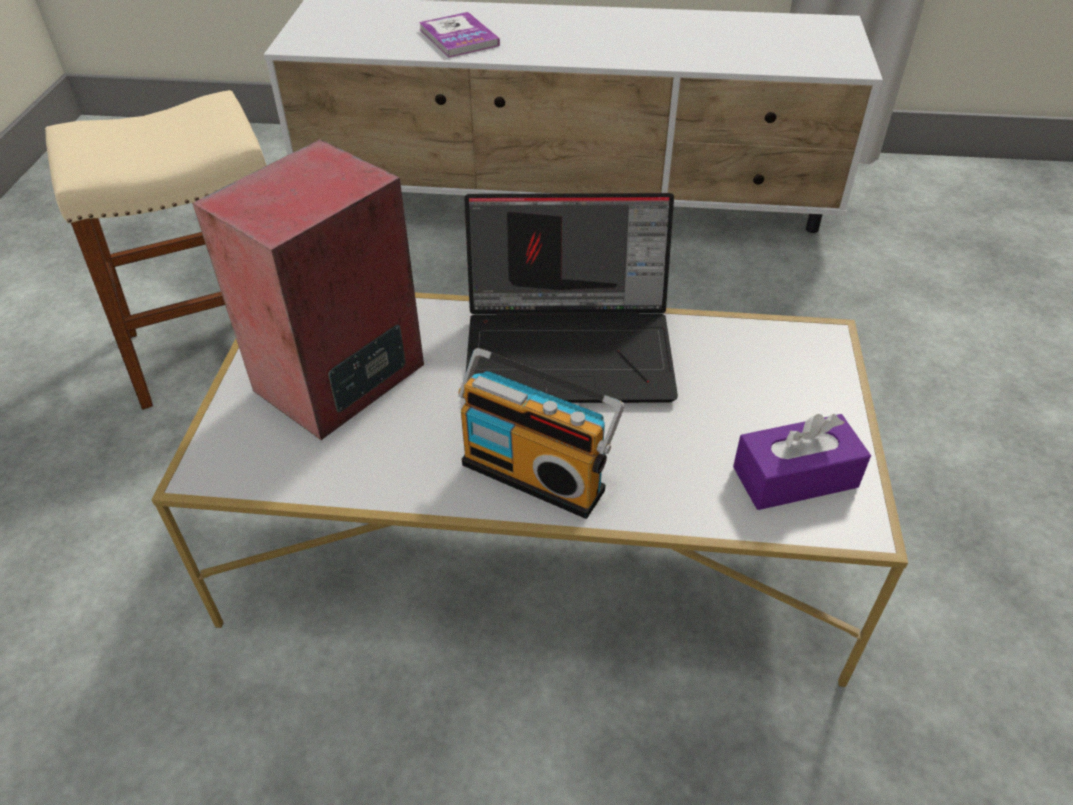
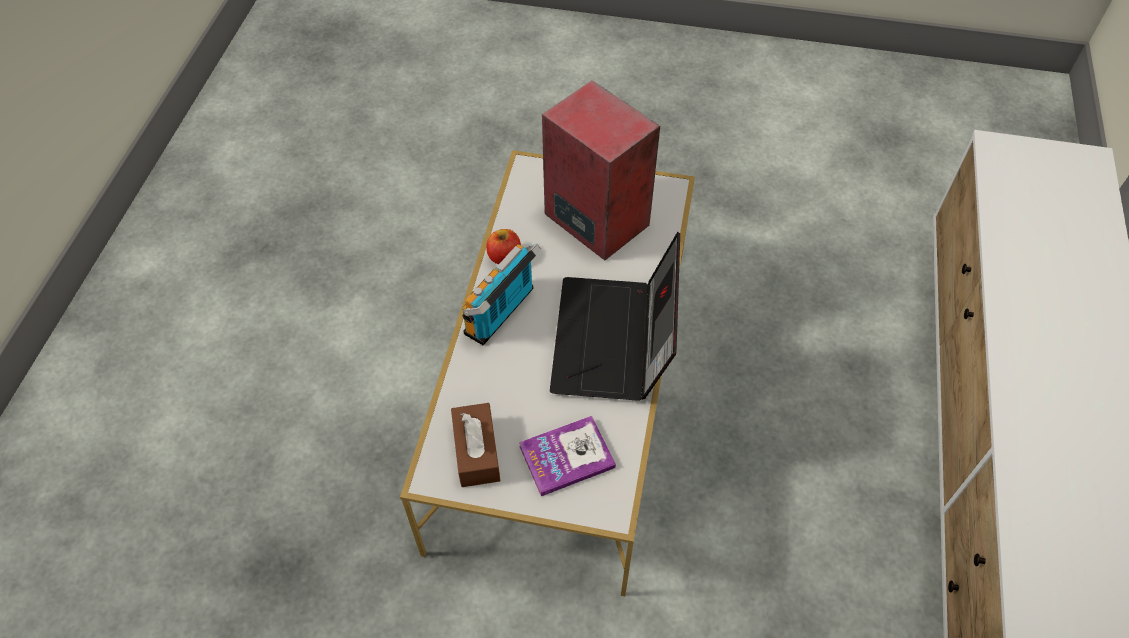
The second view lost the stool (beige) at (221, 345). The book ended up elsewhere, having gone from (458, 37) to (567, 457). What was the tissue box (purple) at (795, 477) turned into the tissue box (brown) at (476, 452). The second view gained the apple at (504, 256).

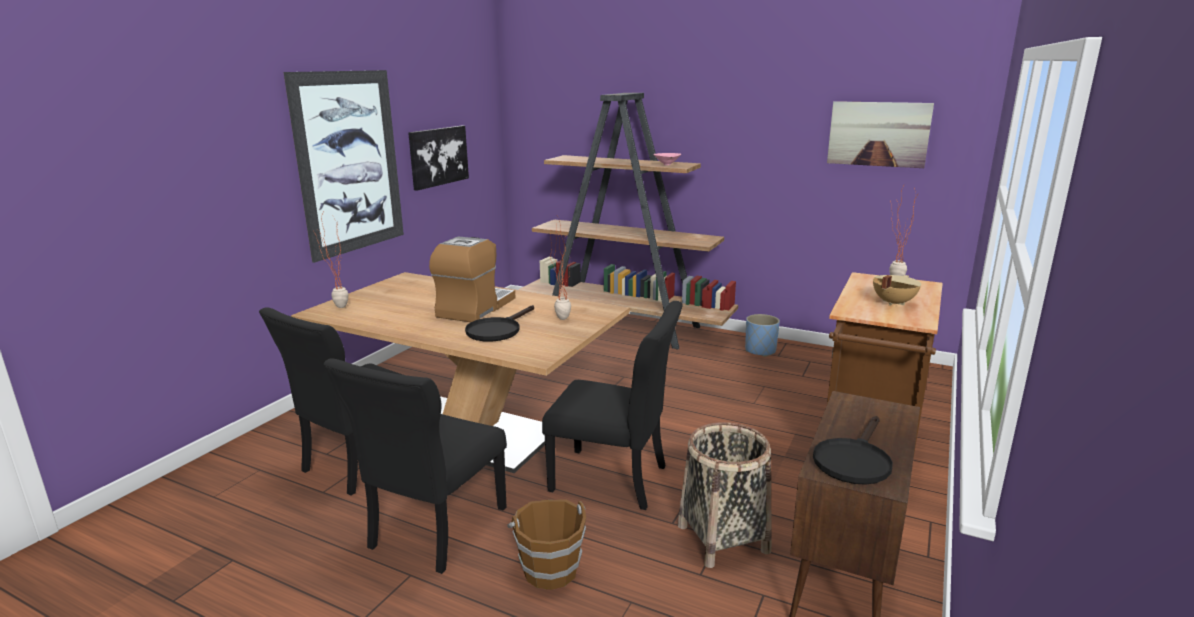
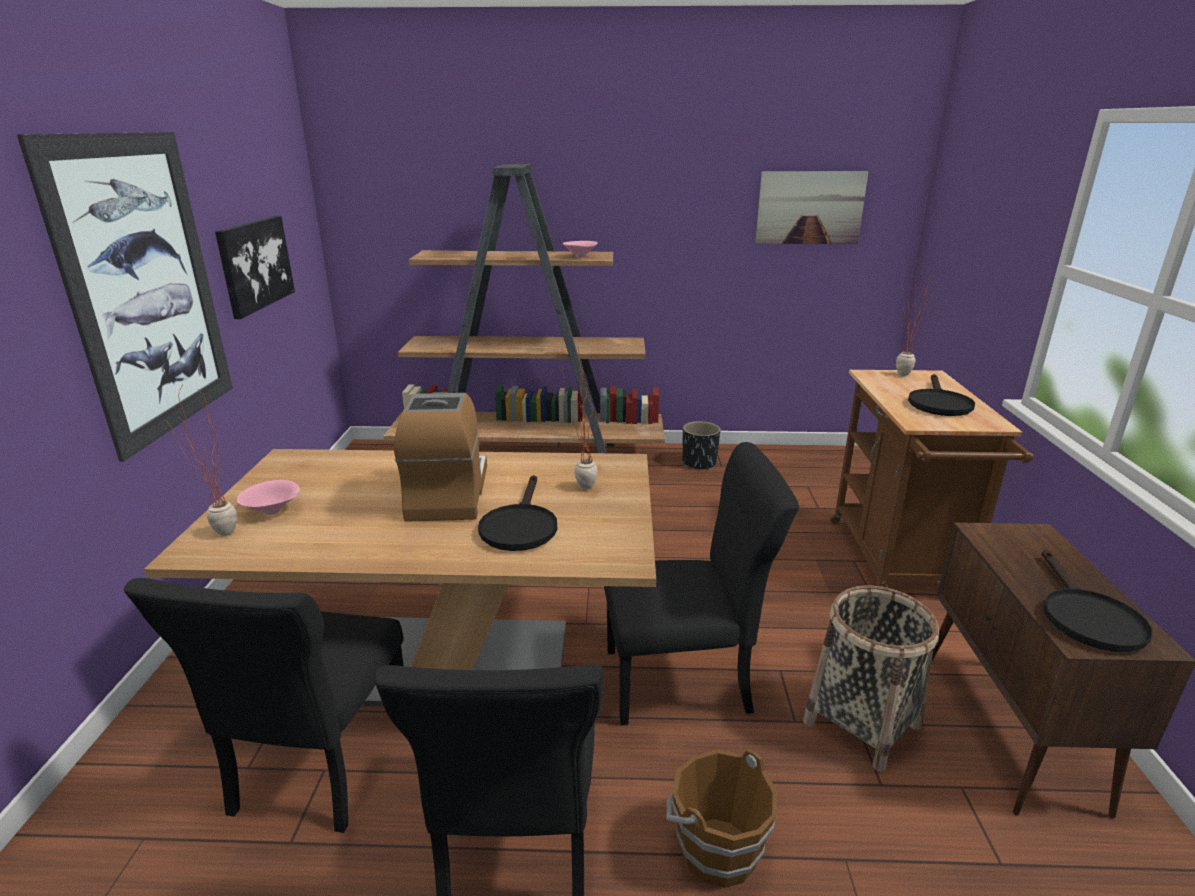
What was the planter (blue) at (760, 351) turned into the planter (black) at (699, 463). Where the cooking pot (beige) stood at (892, 302), the frying pan (black) came to stand at (938, 403). The second view gained the bowl (pink) at (273, 511).

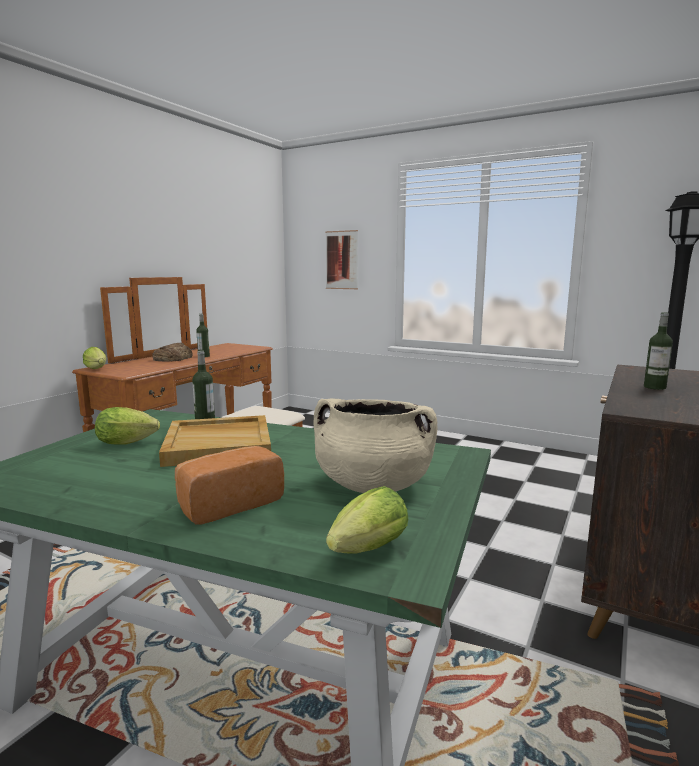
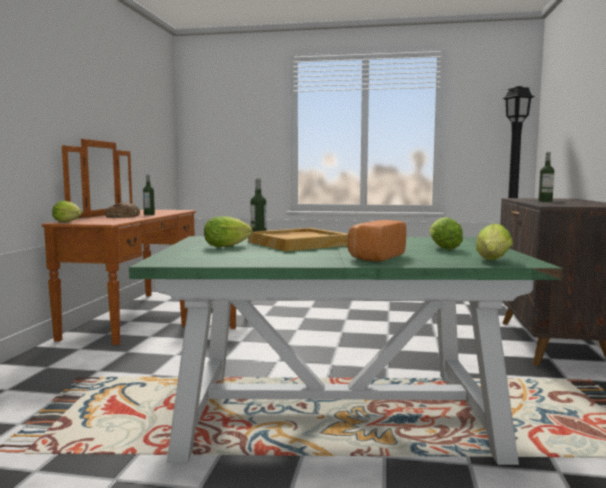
Where the cooking pot (beige) stood at (372, 485), the lettuce came to stand at (442, 248). The second view lost the picture at (341, 260).

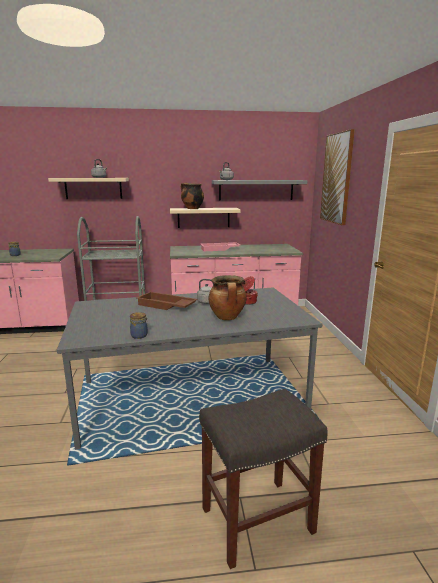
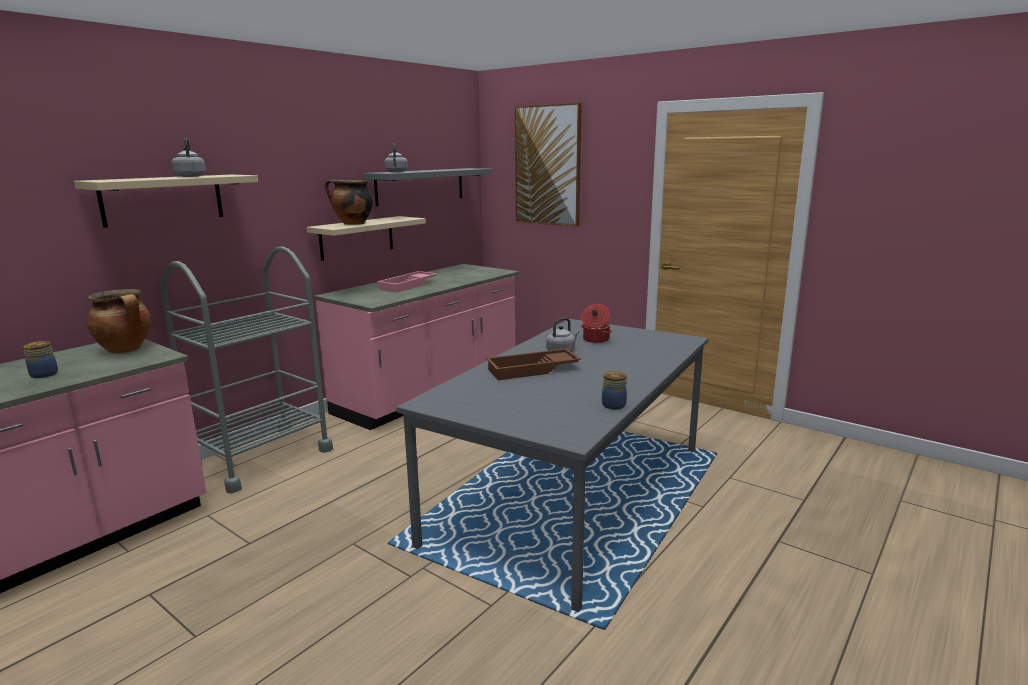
The second view lost the stool (grey) at (256, 521). The cooking pot ended up elsewhere, having gone from (227, 317) to (126, 350).

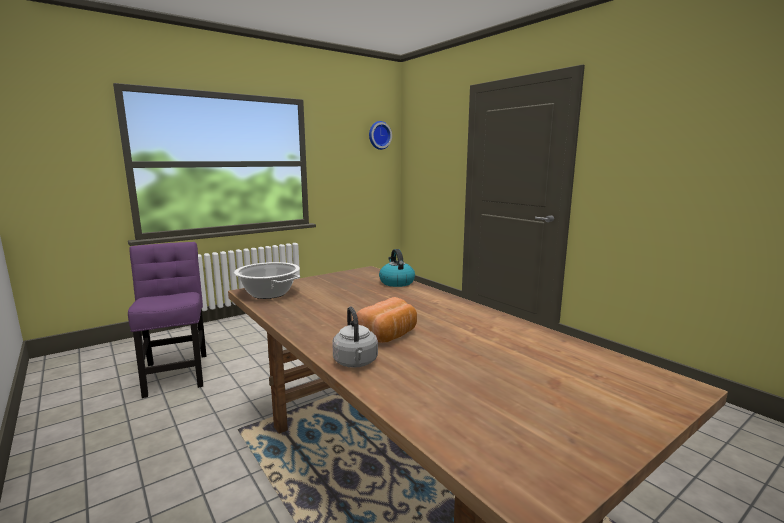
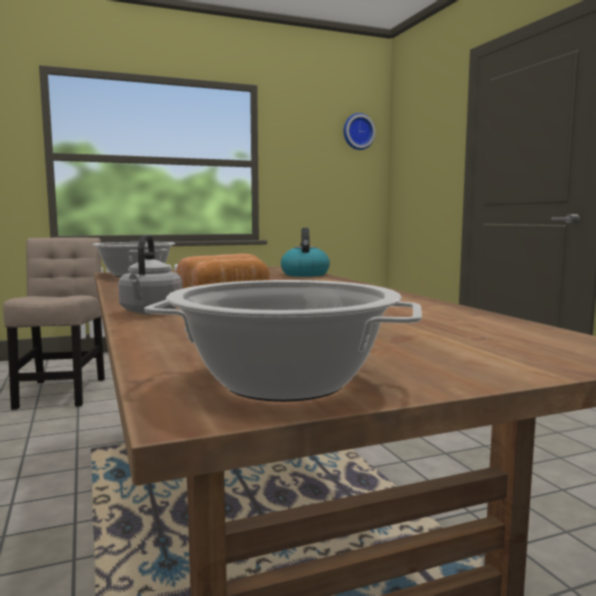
What was the chair (purple) at (176, 372) turned into the chair (beige) at (62, 391). The second view gained the cooking pot at (283, 382).

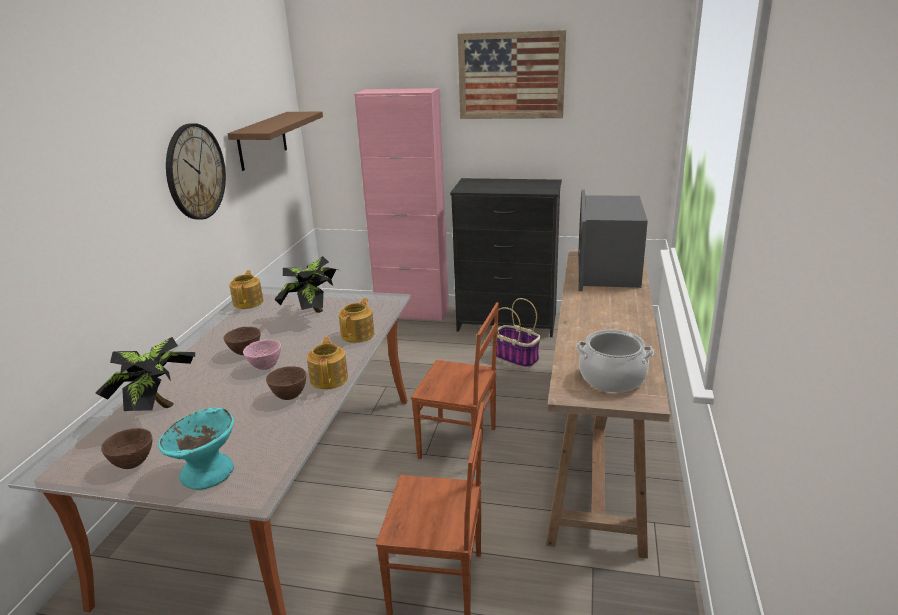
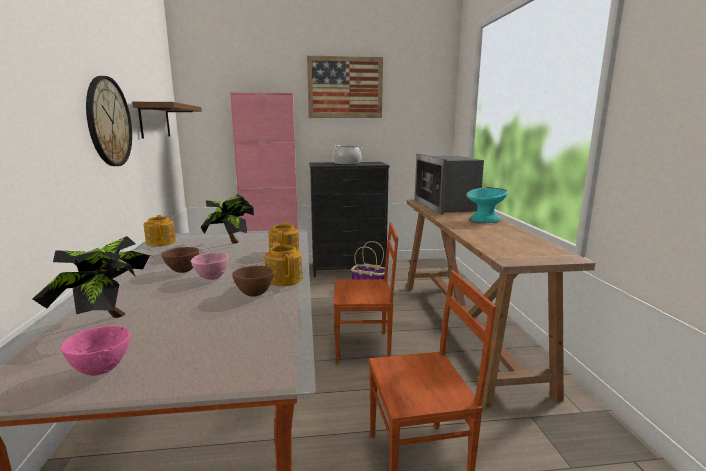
What was the bowl (brown) at (133, 463) turned into the bowl (pink) at (101, 369). The bowl (turquoise) ended up elsewhere, having gone from (207, 472) to (485, 220). The cooking pot ended up elsewhere, having gone from (612, 378) to (347, 163).

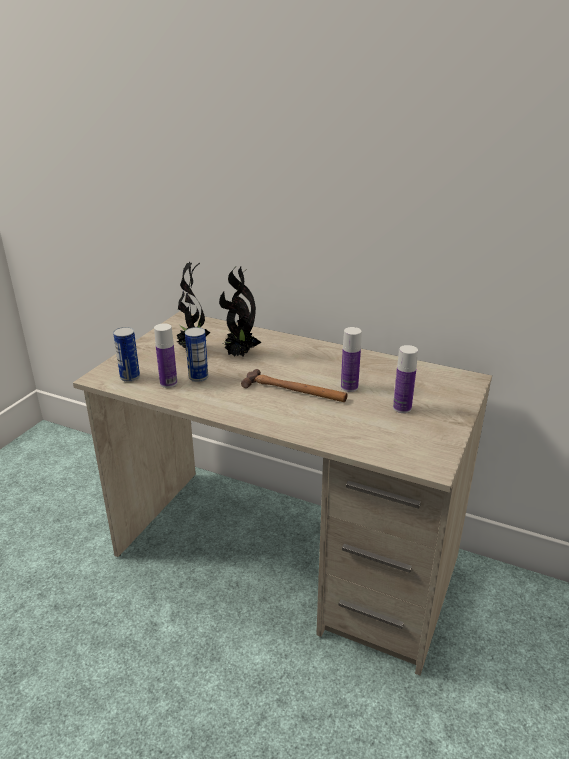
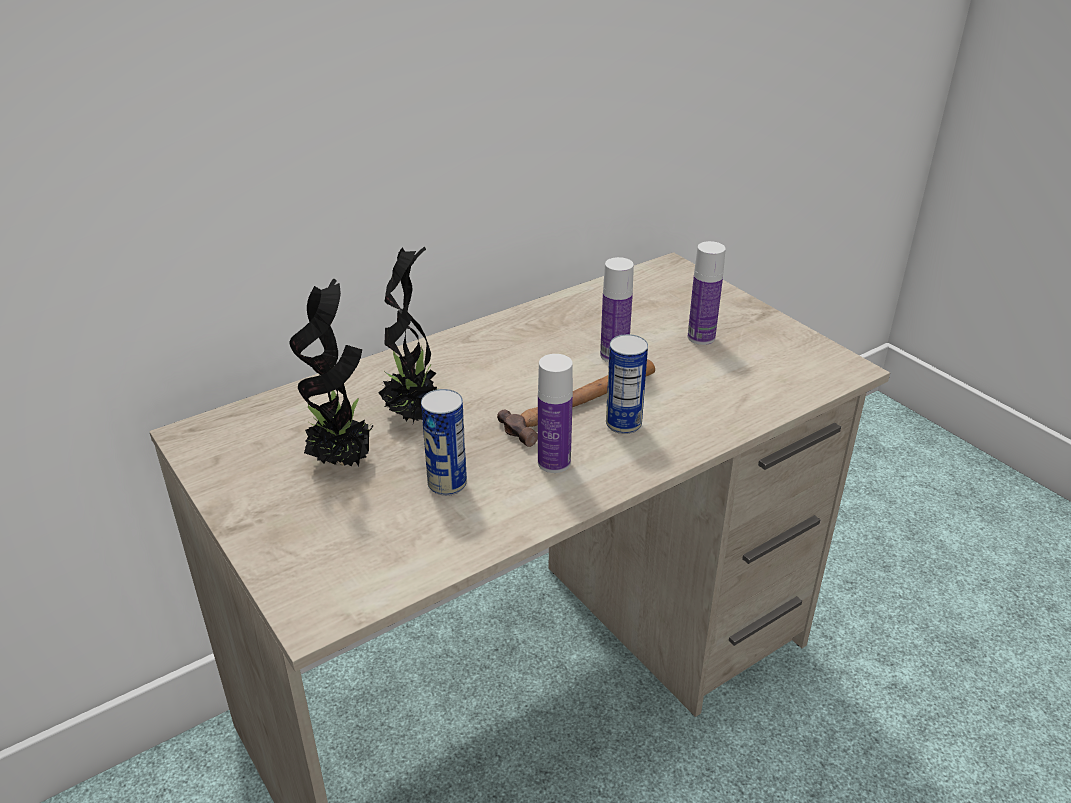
The can ended up elsewhere, having gone from (130, 377) to (623, 424). The bottle ended up elsewhere, having gone from (168, 383) to (554, 462).

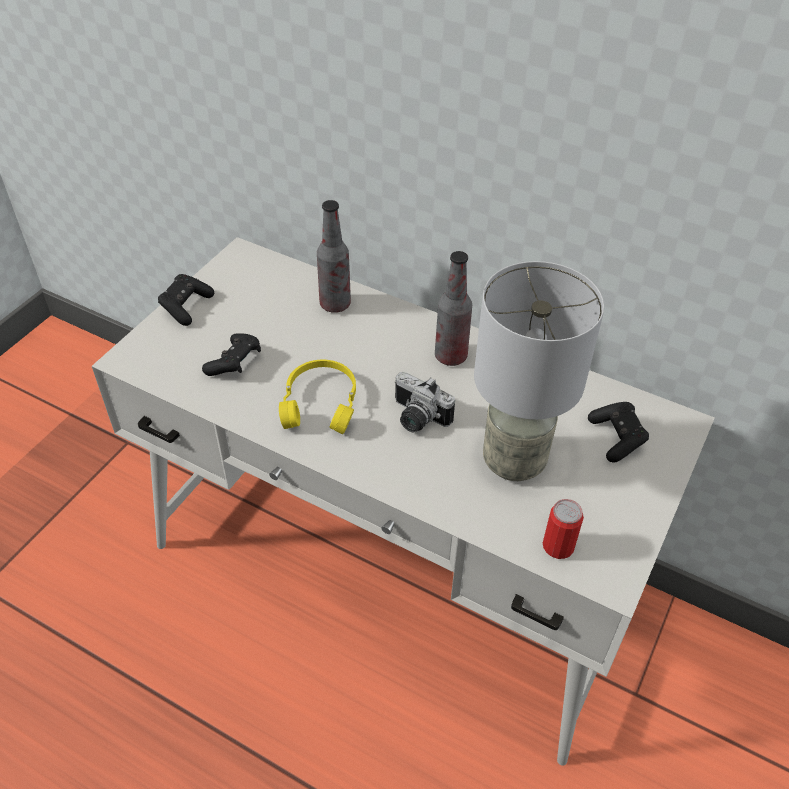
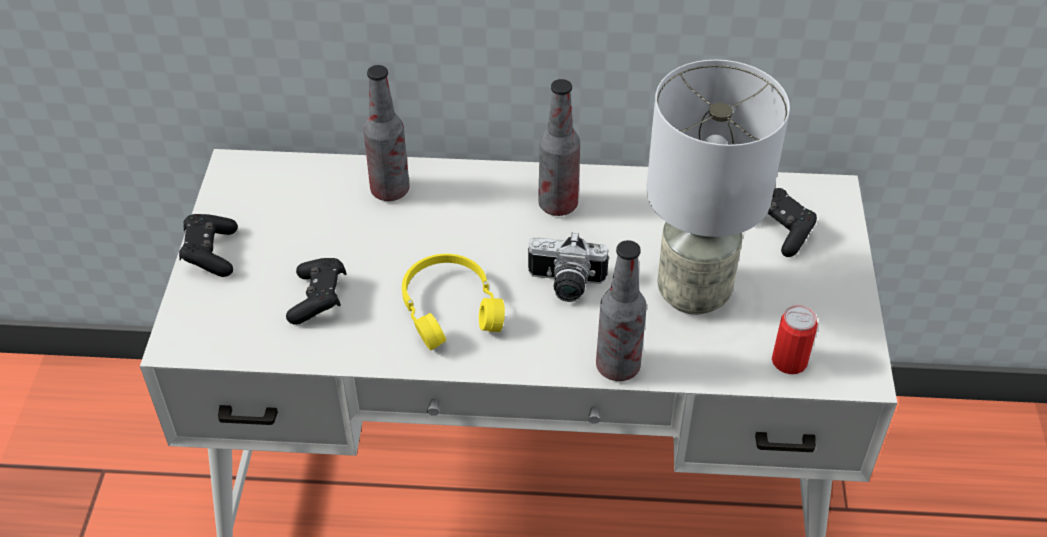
The second view gained the bottle at (618, 366).

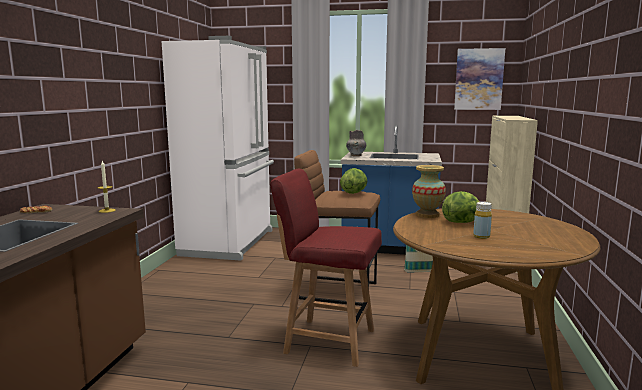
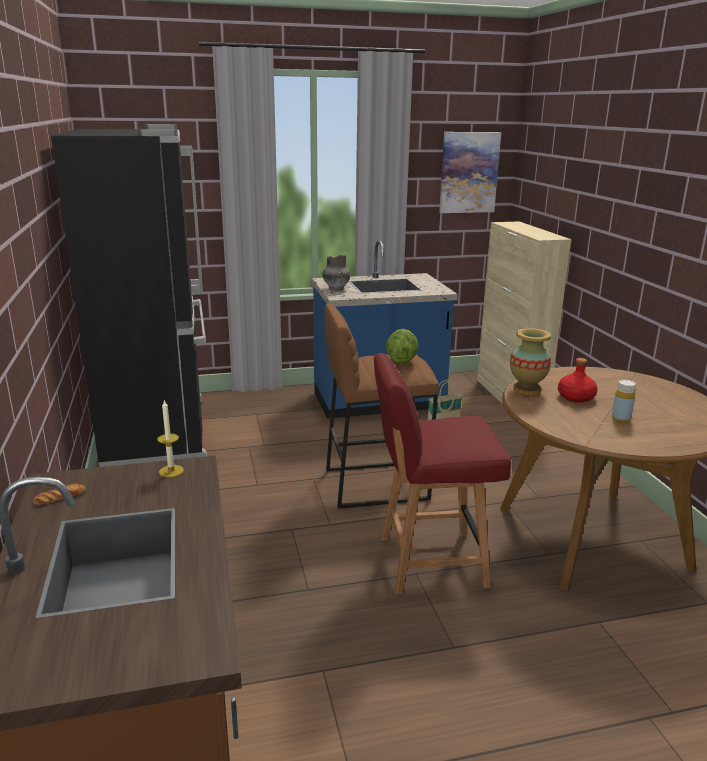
What was the fridge (white) at (230, 242) turned into the fridge (black) at (159, 432). Where the lettuce stood at (462, 222), the bottle (red) came to stand at (575, 397).

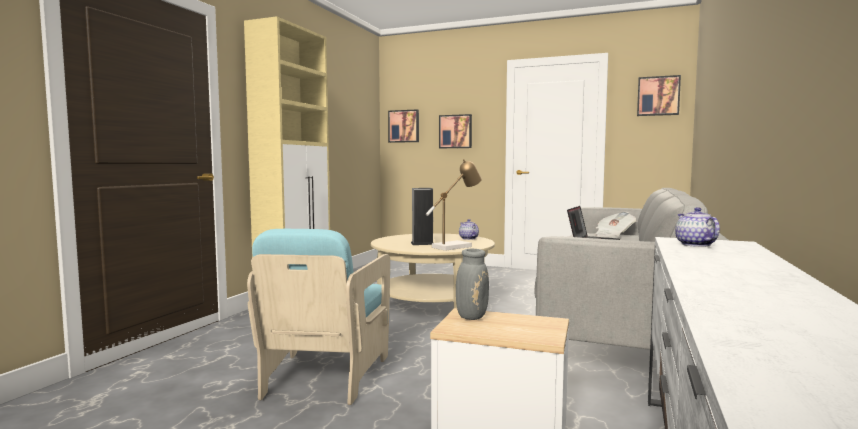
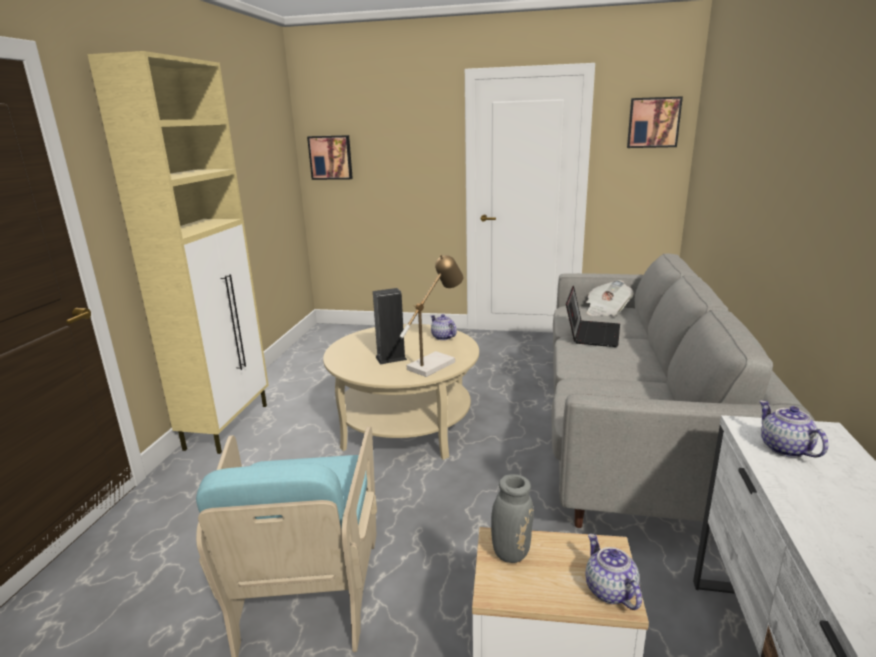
The second view lost the picture at (455, 131). The second view gained the teapot at (609, 590).

